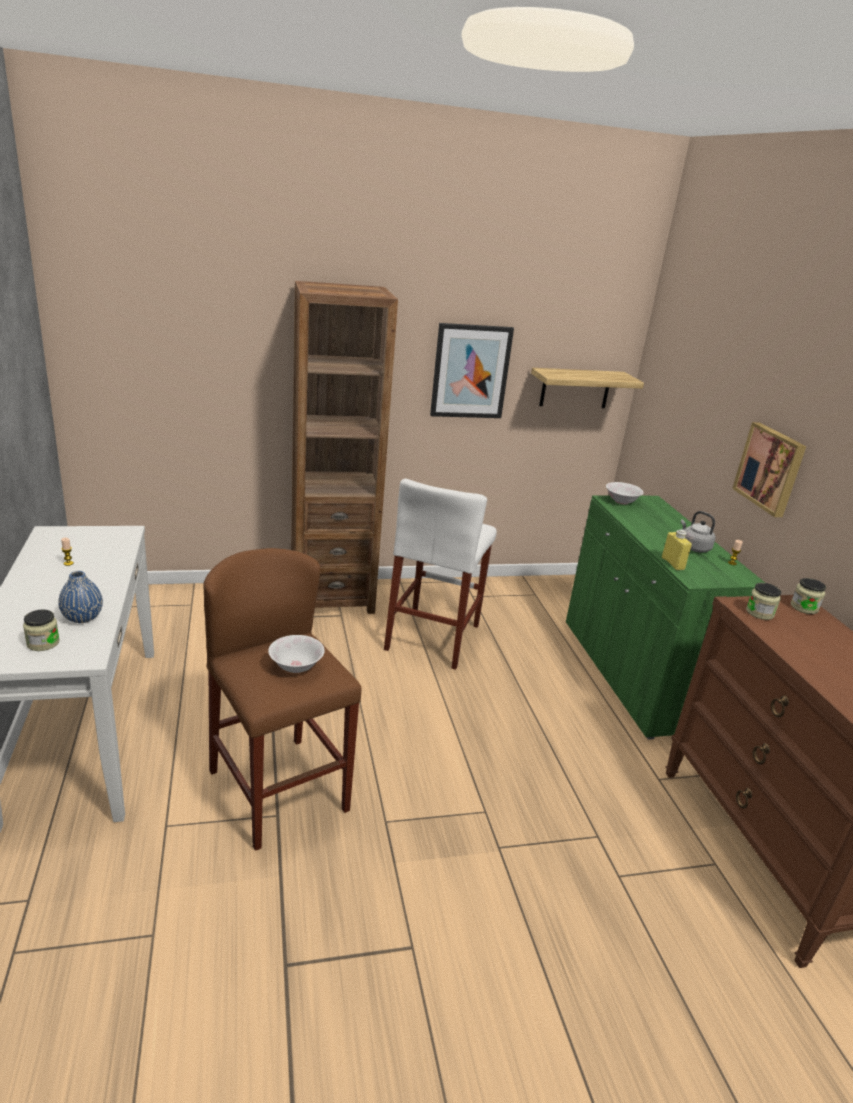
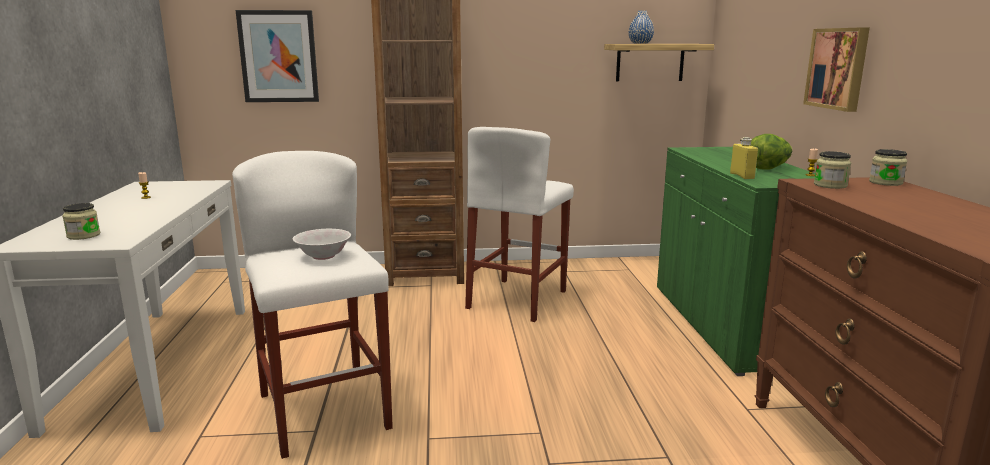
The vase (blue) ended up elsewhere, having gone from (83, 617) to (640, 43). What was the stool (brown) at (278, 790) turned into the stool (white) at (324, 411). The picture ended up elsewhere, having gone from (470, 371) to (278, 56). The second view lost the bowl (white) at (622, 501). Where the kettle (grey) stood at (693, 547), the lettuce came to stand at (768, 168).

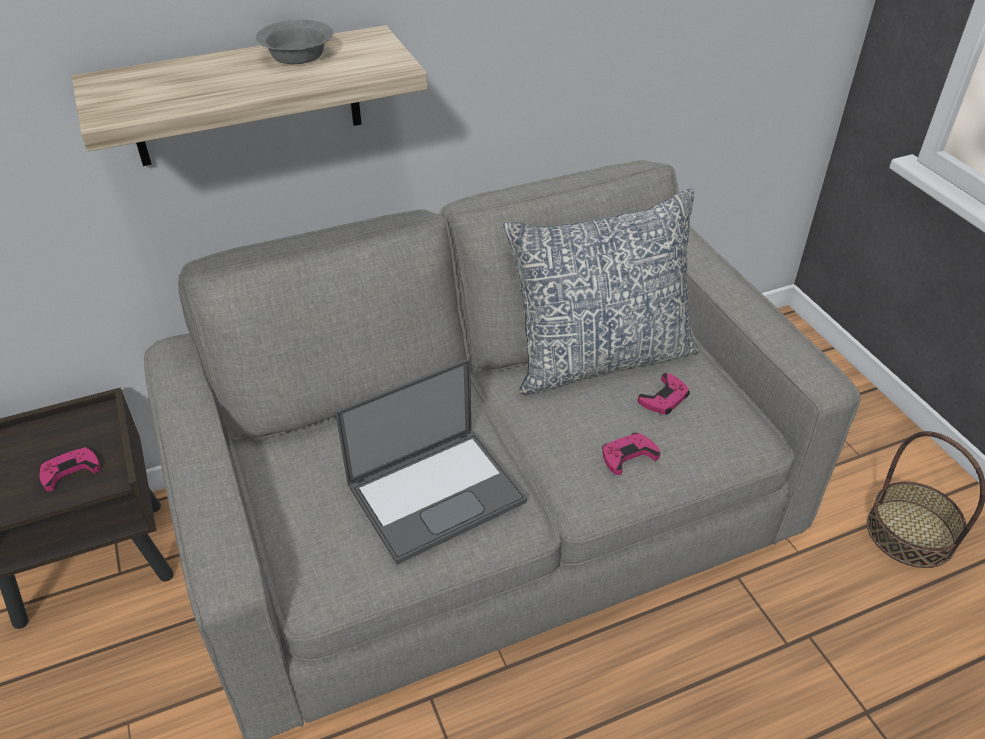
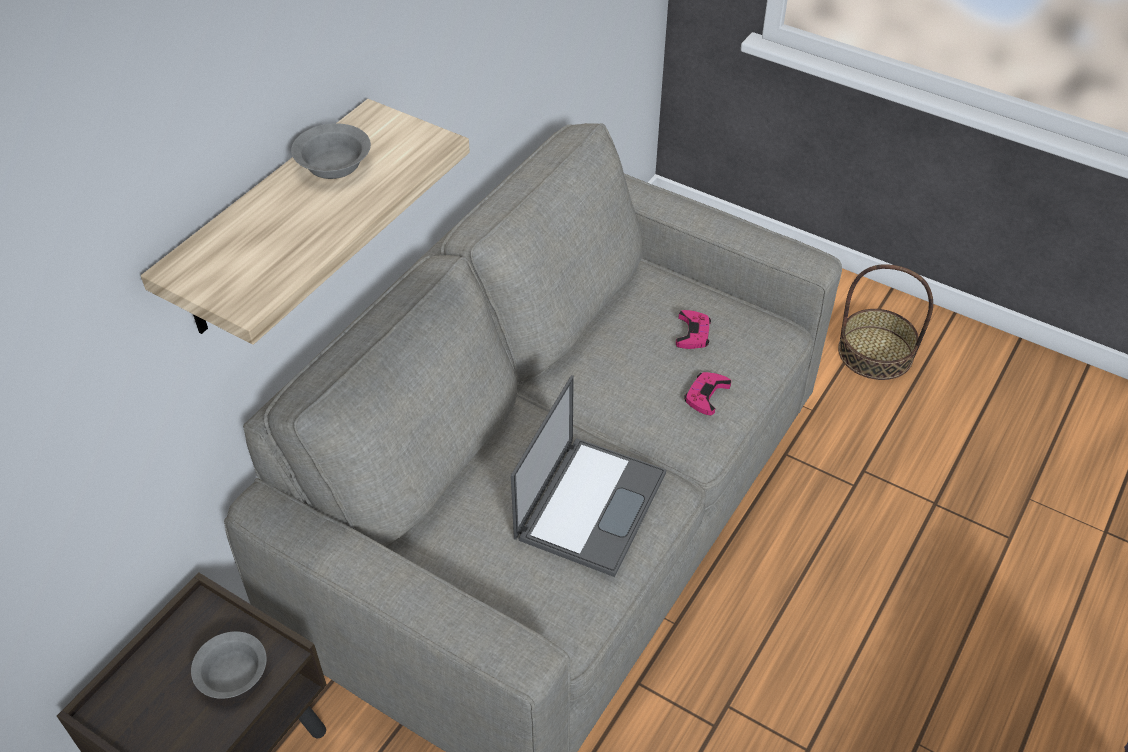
Where the game controller (pink) stood at (70, 471), the bowl (grey) came to stand at (232, 673). The second view lost the pillow at (600, 358).

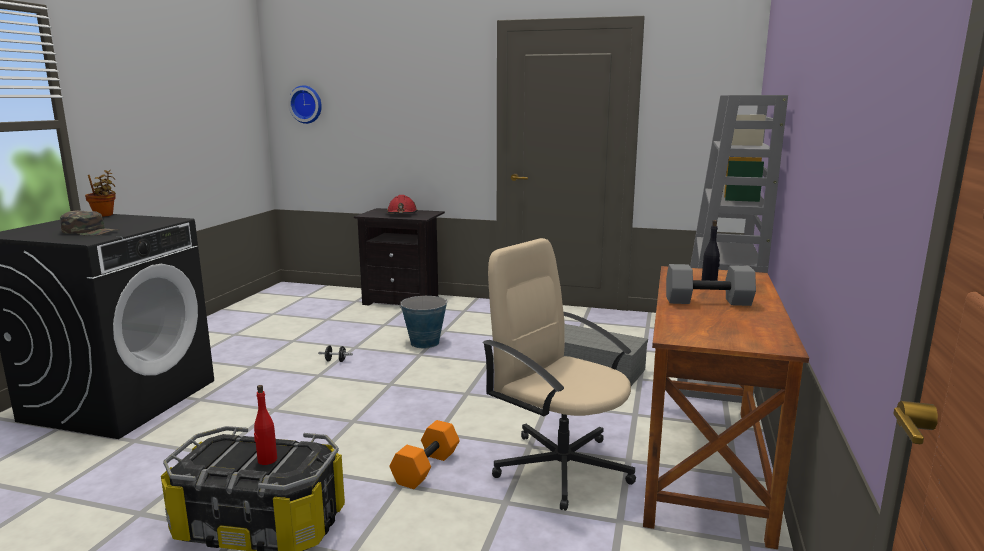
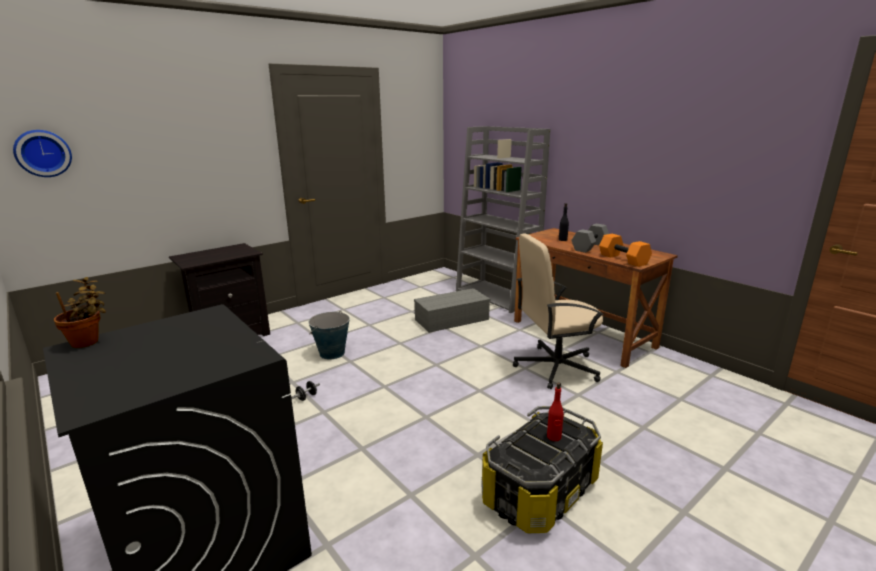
The second view lost the cap (green) at (91, 231). The second view lost the hard hat (red) at (402, 214). The dumbbell (orange) ended up elsewhere, having gone from (425, 467) to (622, 259).

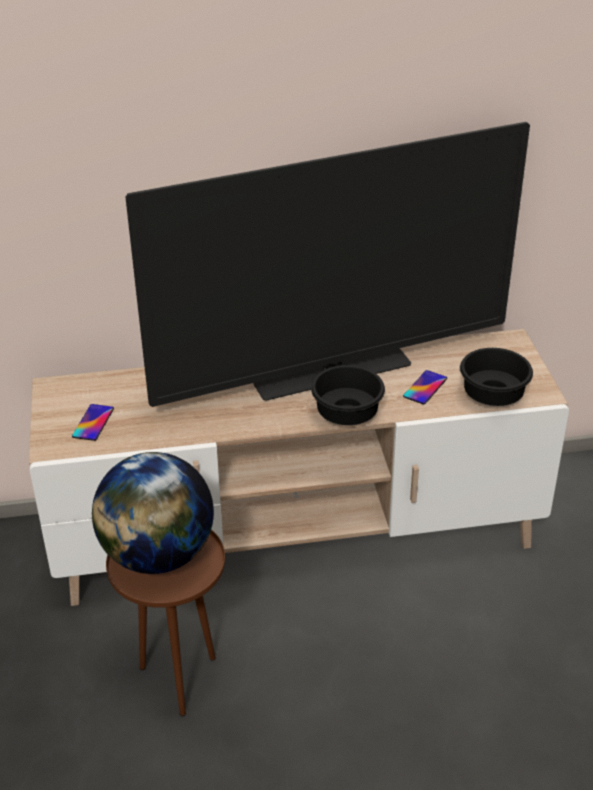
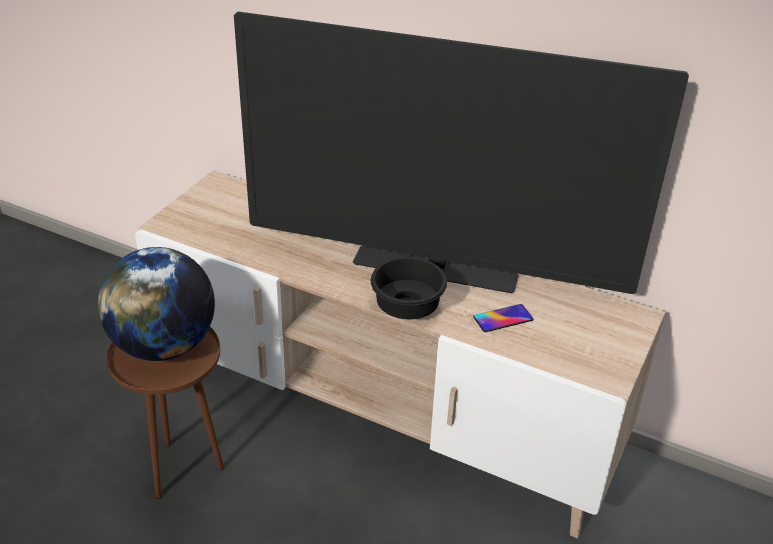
The second view lost the phone at (93, 422). The second view lost the bowl (black) at (494, 397).

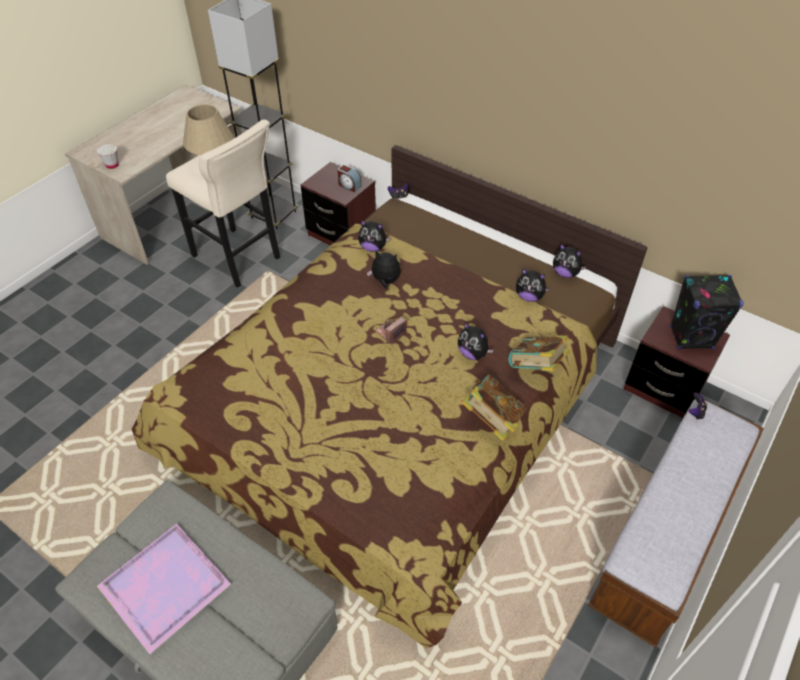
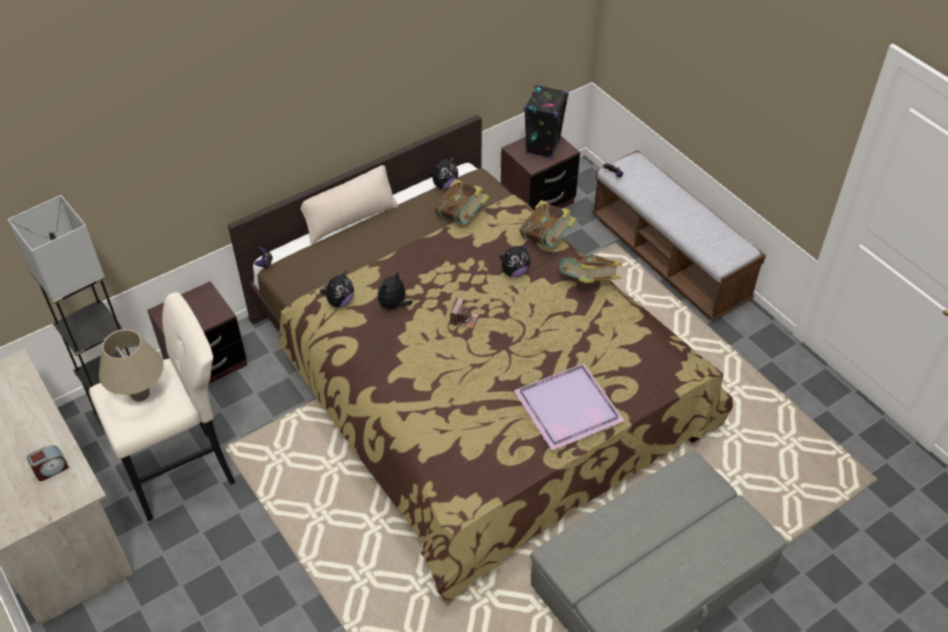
The second view lost the cup (white) at (112, 165). The tray (purple) ended up elsewhere, having gone from (162, 587) to (567, 409). The alarm clock ended up elsewhere, having gone from (349, 185) to (51, 469). The photo camera at (390, 333) ended up facing another way, 135 degrees counterclockwise from before. Where the plush toy stood at (529, 297), the book came to stand at (462, 217). The second view gained the pillow (beige) at (349, 218).

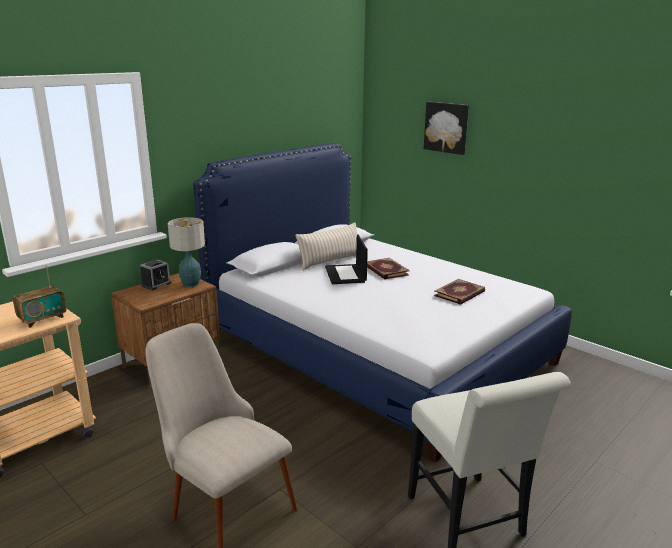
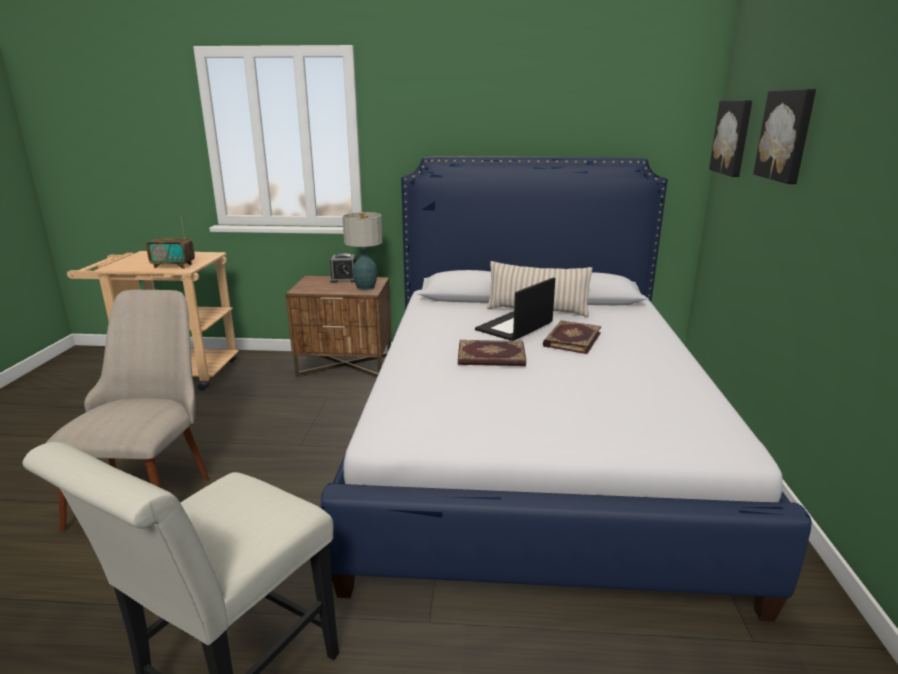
The book ended up elsewhere, having gone from (460, 294) to (491, 357). The second view gained the picture at (733, 137).

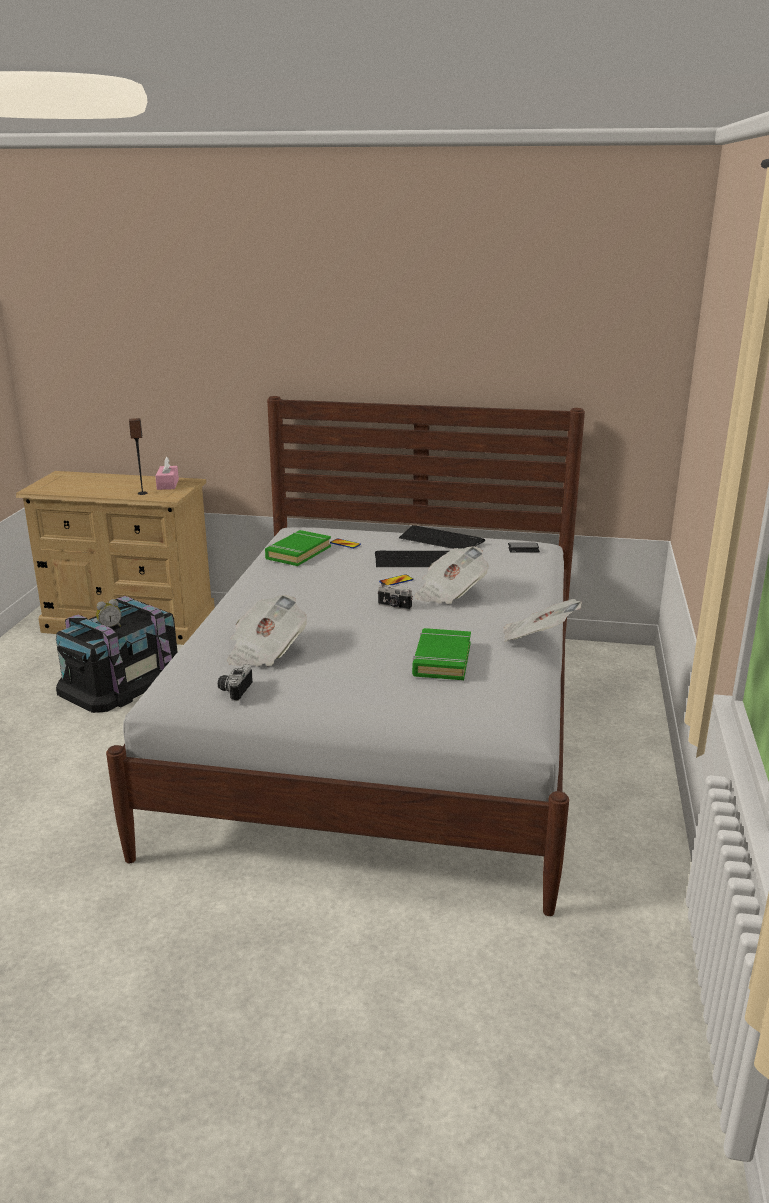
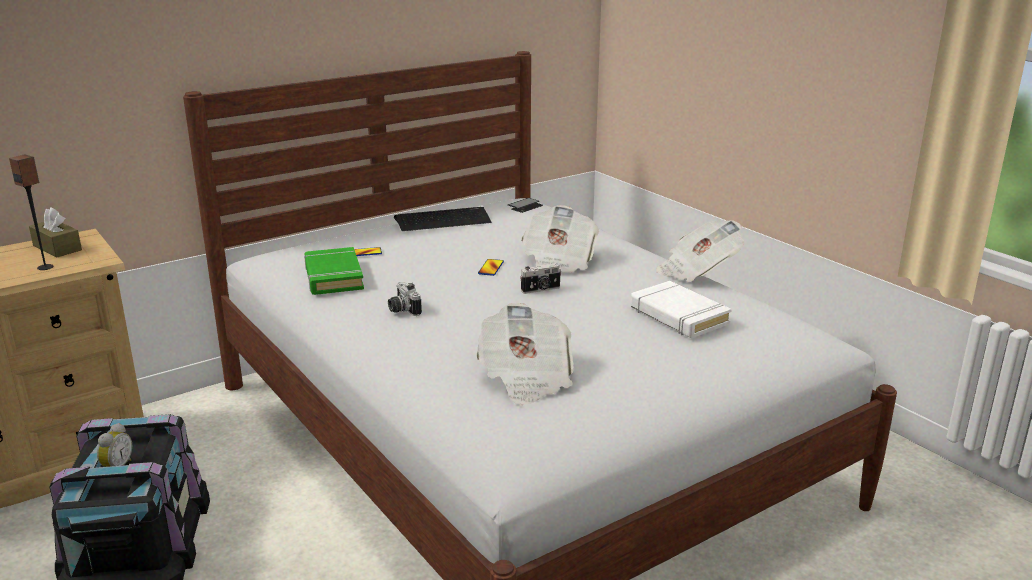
What was the tissue box (pink) at (167, 484) turned into the tissue box (brown) at (57, 248). The photo camera ended up elsewhere, having gone from (234, 690) to (402, 310). The second view lost the keyboard at (417, 560). What was the book (green) at (441, 660) turned into the book (white) at (678, 316).

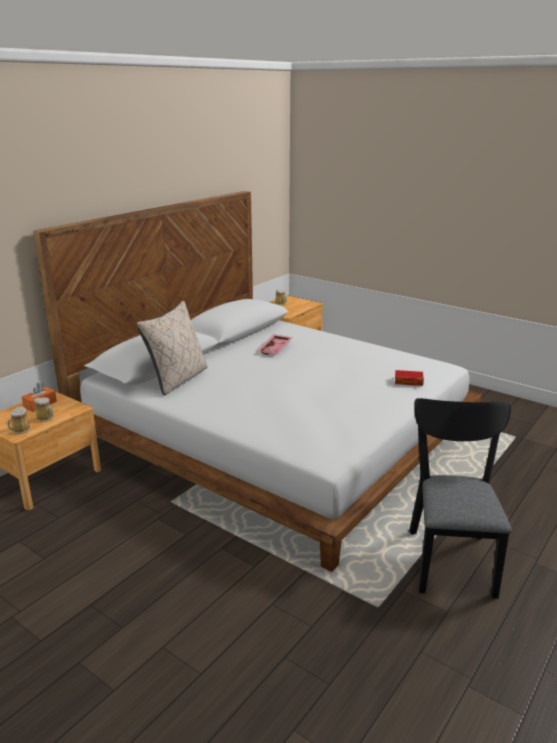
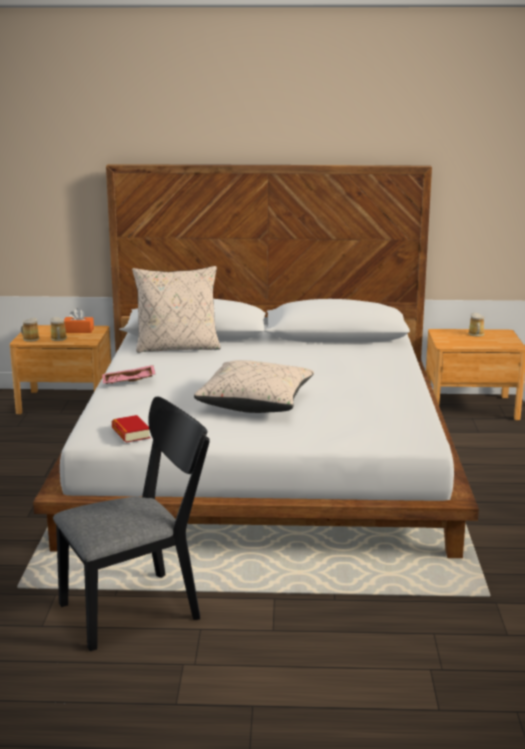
The tray (pink) ended up elsewhere, having gone from (275, 349) to (129, 382). The book ended up elsewhere, having gone from (408, 381) to (131, 433). The second view gained the pillow (beige) at (255, 403).

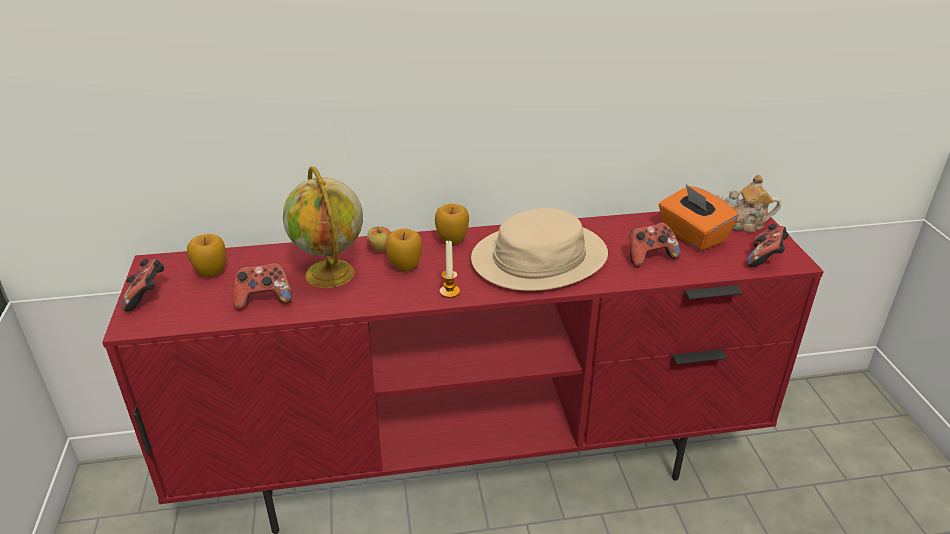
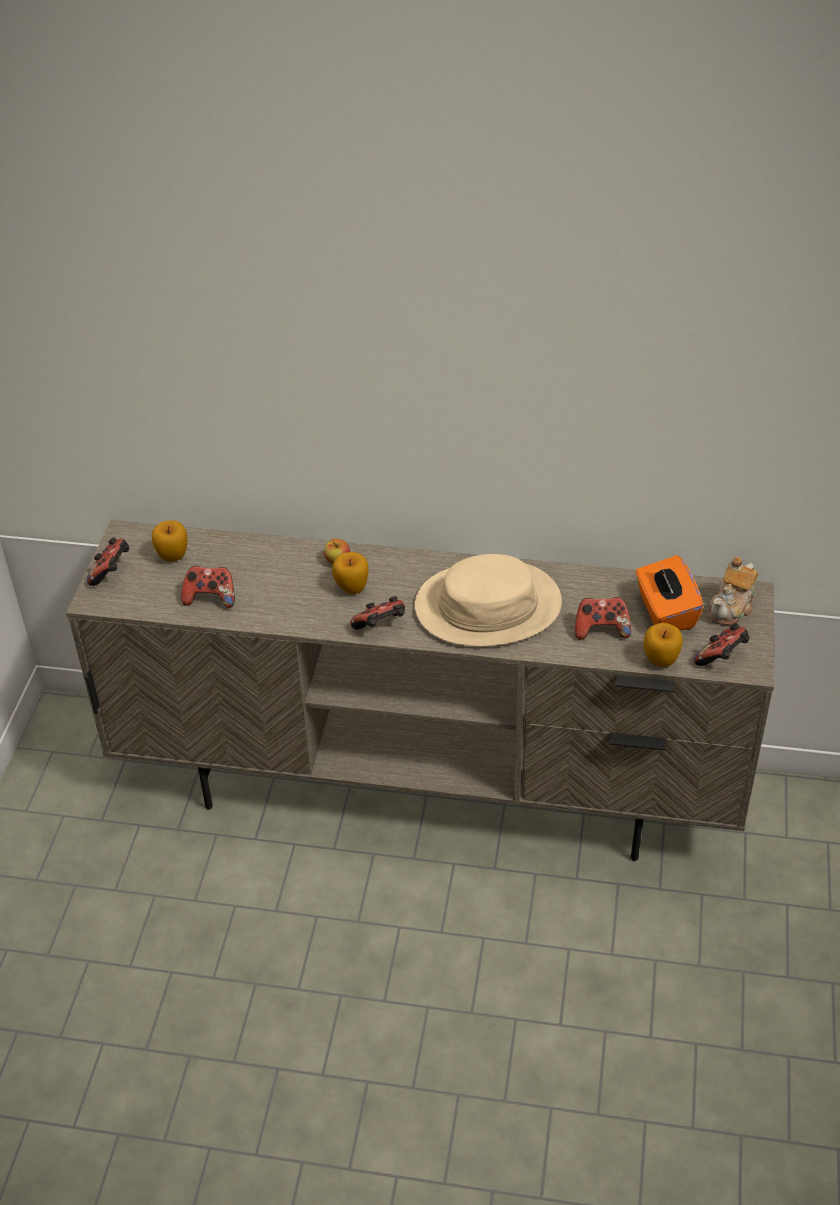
What was the tv stand (red) at (477, 464) turned into the tv stand (beige) at (430, 790). The second view lost the globe at (331, 274). The apple ended up elsewhere, having gone from (452, 241) to (660, 661). Where the candle stood at (449, 292), the game controller came to stand at (381, 627). The teapot at (742, 224) ended up facing another way, 75 degrees counterclockwise from before.

